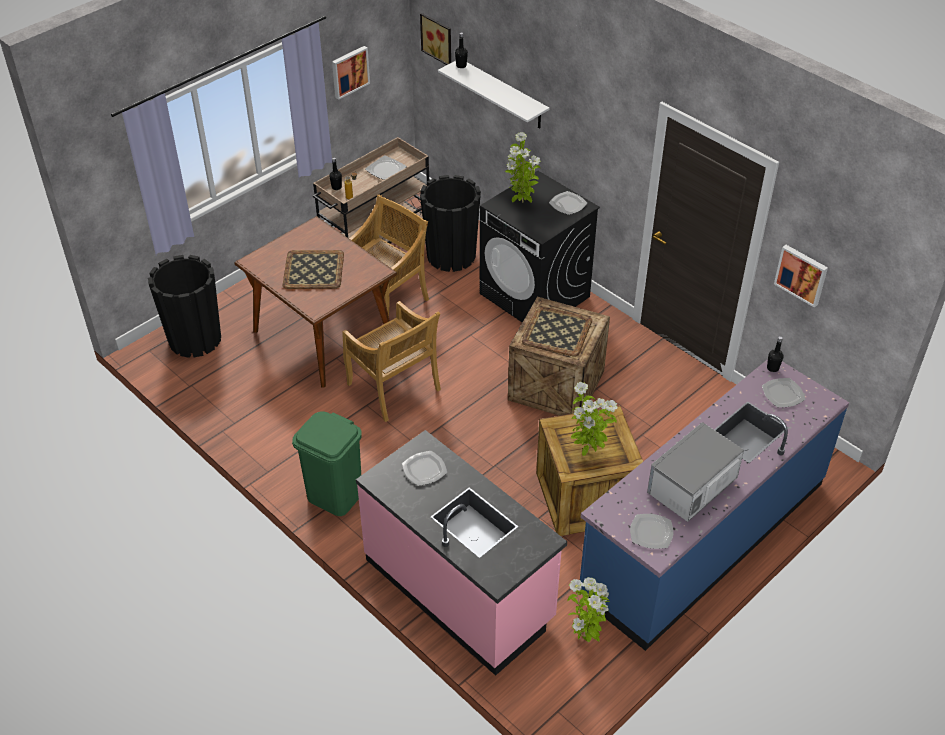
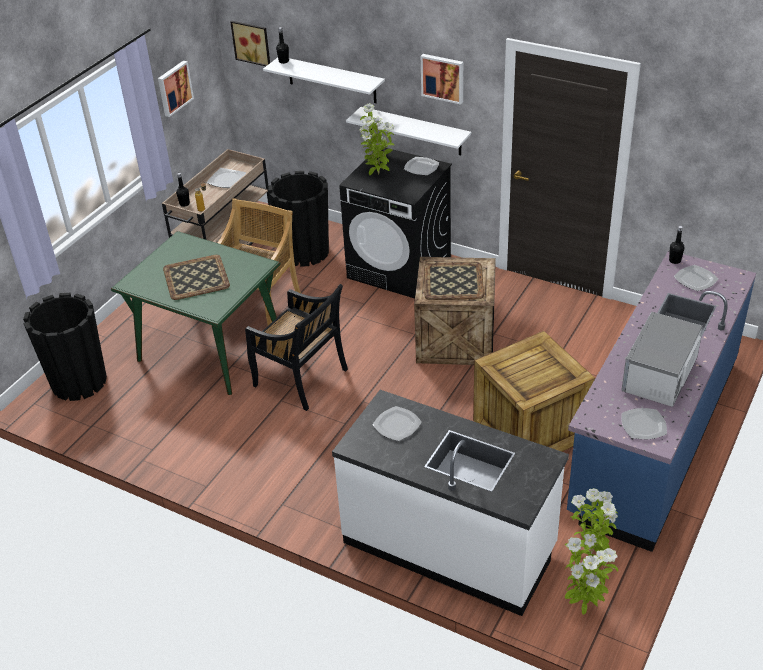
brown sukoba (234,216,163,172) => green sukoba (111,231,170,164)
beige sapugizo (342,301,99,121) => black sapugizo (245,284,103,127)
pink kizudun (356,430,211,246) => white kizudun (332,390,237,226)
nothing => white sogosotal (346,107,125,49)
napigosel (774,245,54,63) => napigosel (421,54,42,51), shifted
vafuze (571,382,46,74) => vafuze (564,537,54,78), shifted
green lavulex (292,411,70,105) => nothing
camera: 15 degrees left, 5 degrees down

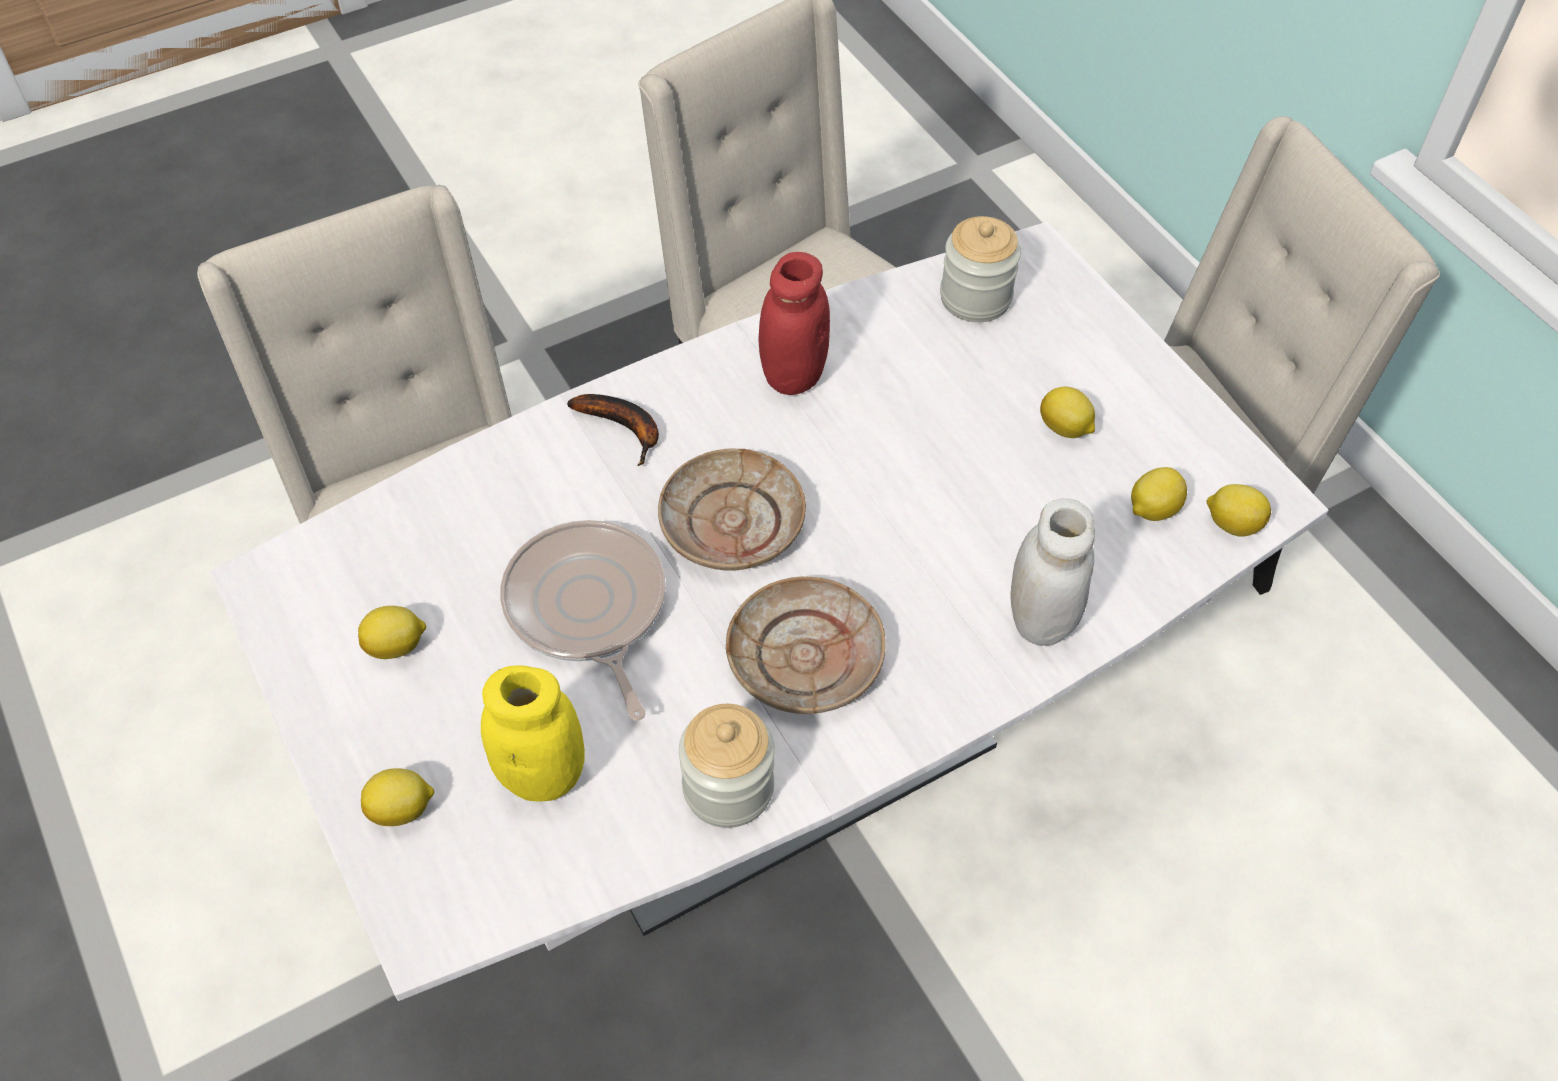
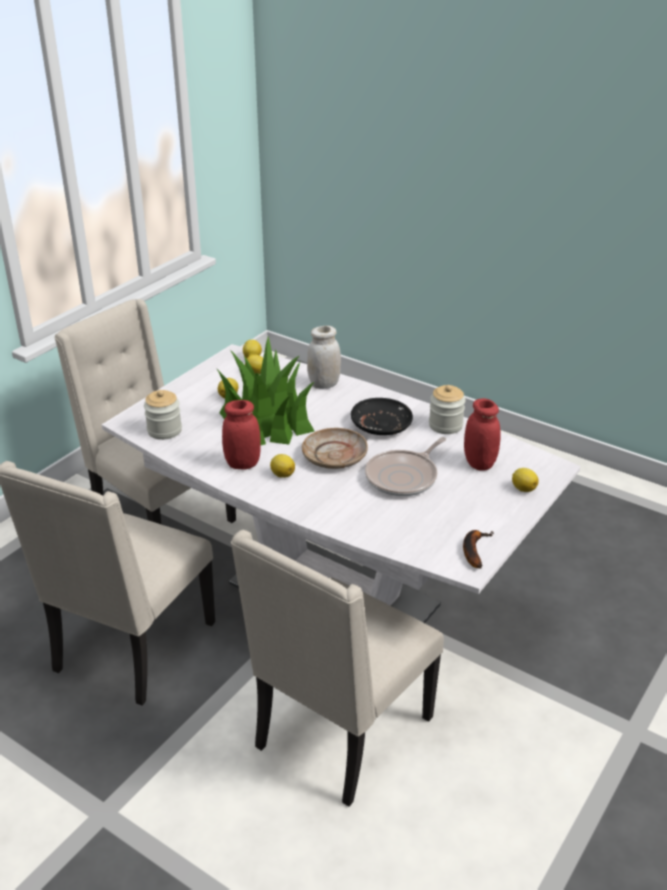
nothing => vafuze (216,336,99,109)
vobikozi (358,606,68,53) => vobikozi (270,454,25,24), shifted
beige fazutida (726,577,160,137) => black fazutida (351,398,62,37)
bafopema (567,394,92,72) => bafopema (463,530,30,38), shifted
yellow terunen (481,665,104,137) => red terunen (464,398,37,73)
camera: 115 degrees left, 20 degrees down

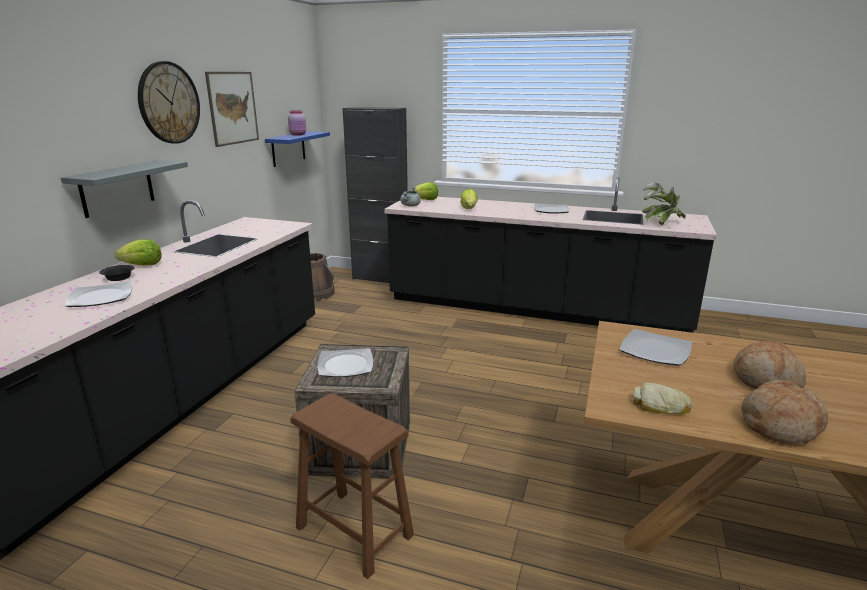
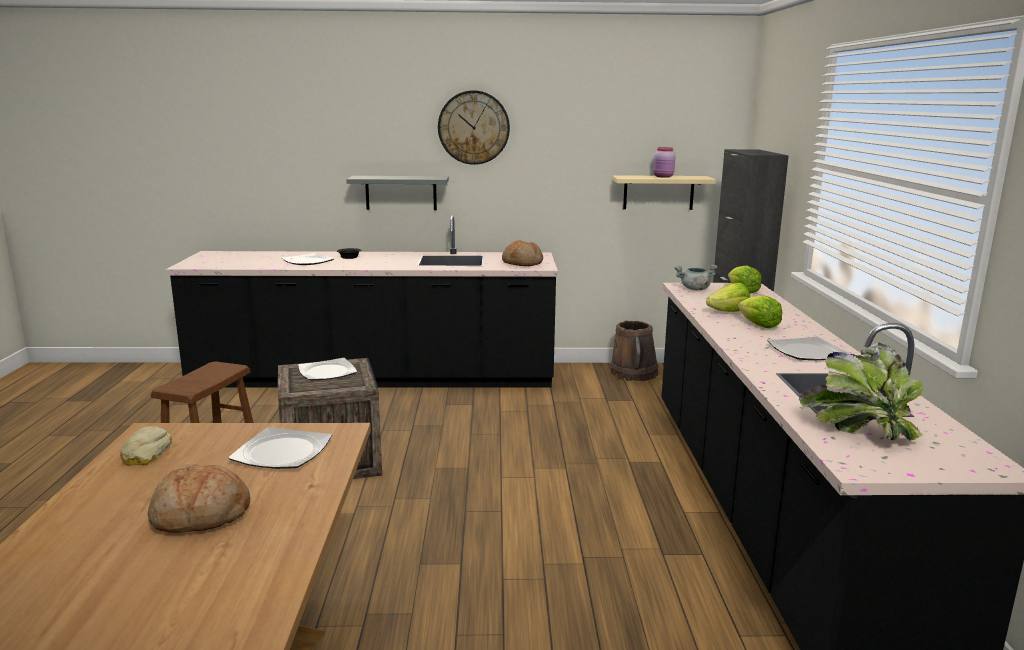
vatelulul (741,380,87,64) => vatelulul (502,240,41,26), shifted
blue sogosotal (265,131,65,36) => beige sogosotal (612,175,104,35)
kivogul (114,239,48,26) => kivogul (738,295,44,33), shifted
napigosel (205,72,54,75) => nothing
camera: 70 degrees right, 5 degrees down

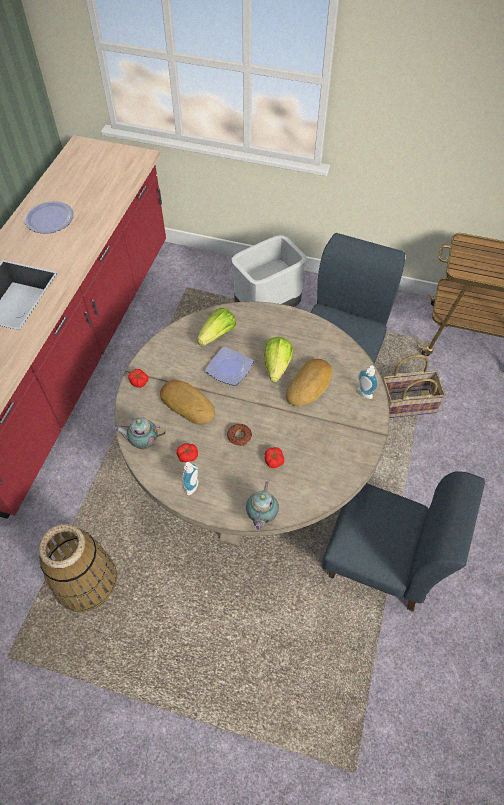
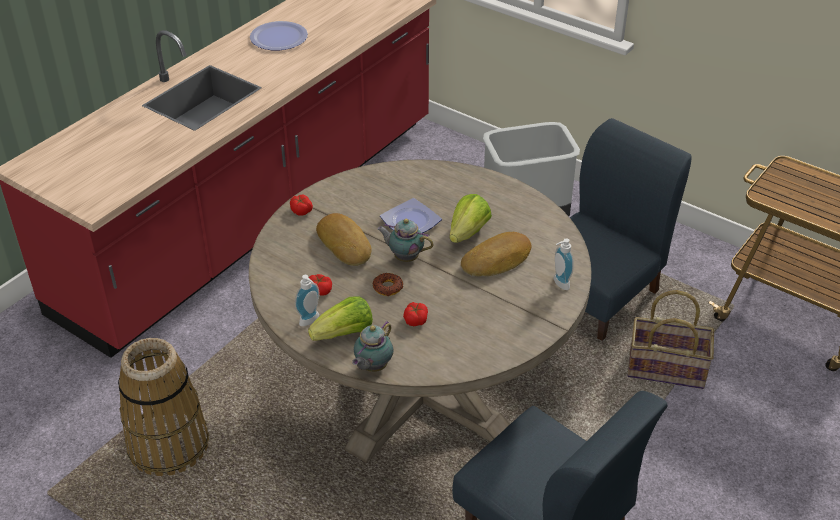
kivogul (197,308,39,38) => kivogul (308,296,65,45), shifted
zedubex (114,417,52,32) => zedubex (377,219,57,43), shifted
camera: 20 degrees right, 15 degrees down

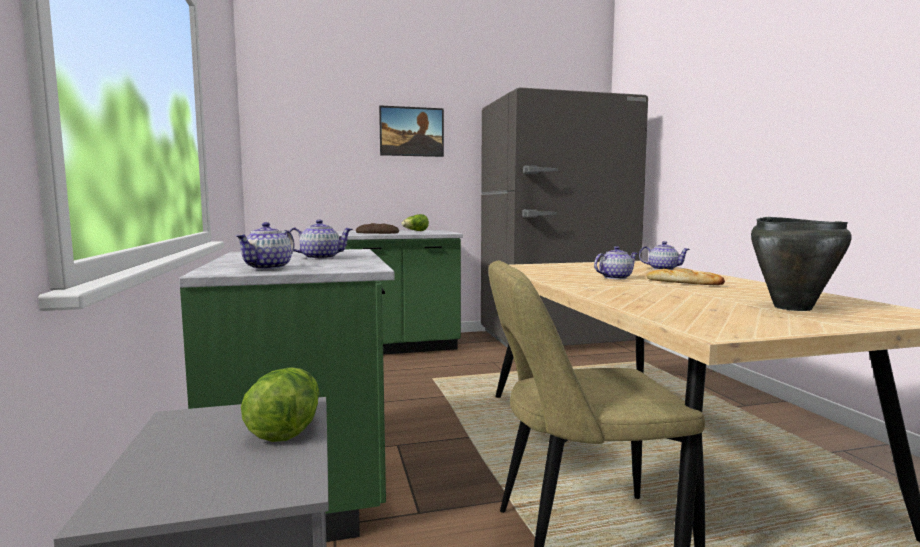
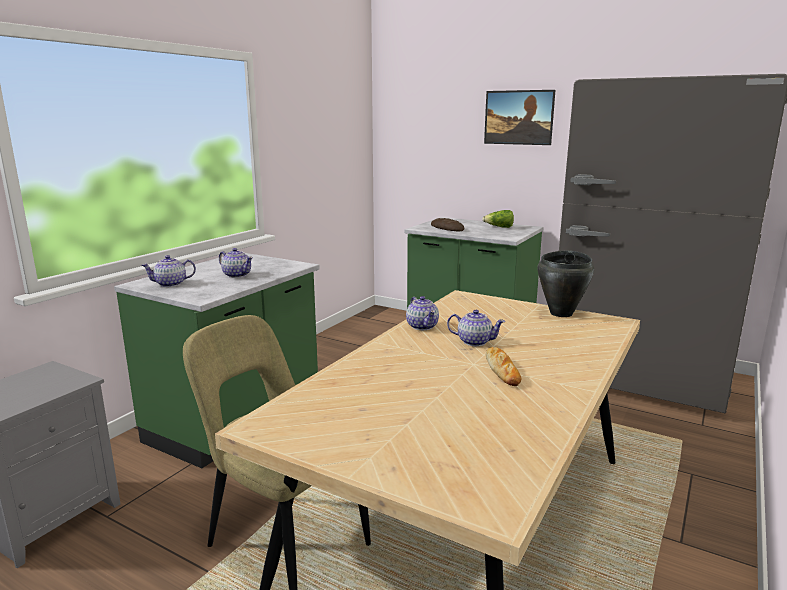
zedubex (639,241,51,29) => zedubex (406,296,33,34), shifted
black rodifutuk (751,217,101,94) => black rodifutuk (537,251,57,66), shifted
kivogul (241,367,78,75) => nothing
camera: 45 degrees right, 10 degrees up

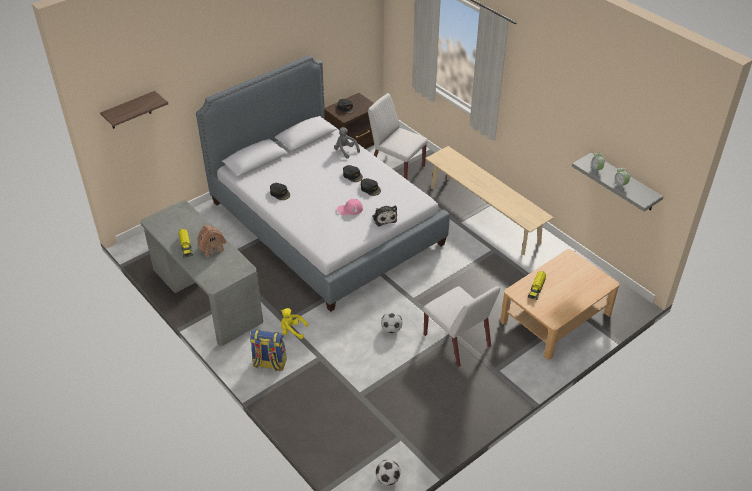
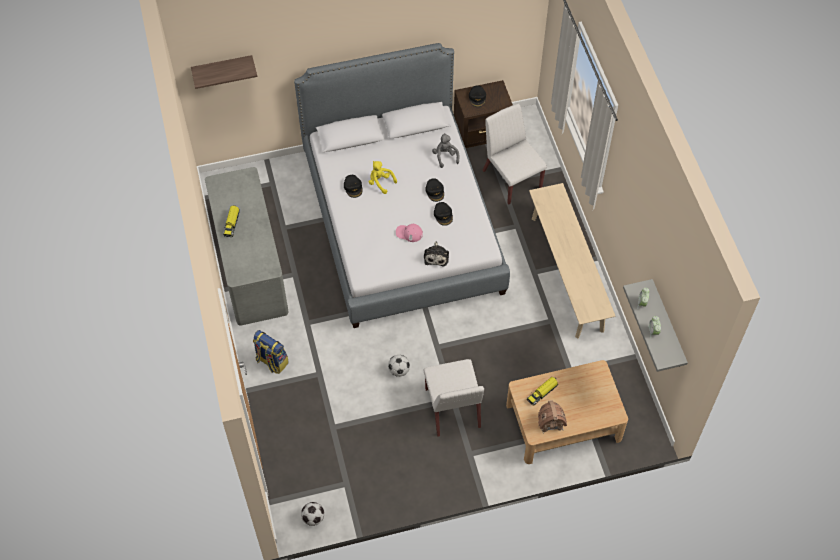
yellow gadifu (281,308,27,31) => yellow gadifu (369,161,28,33), shifted
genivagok (197,225,30,33) => genivagok (538,400,29,33), shifted
camera: 25 degrees right, 15 degrees up

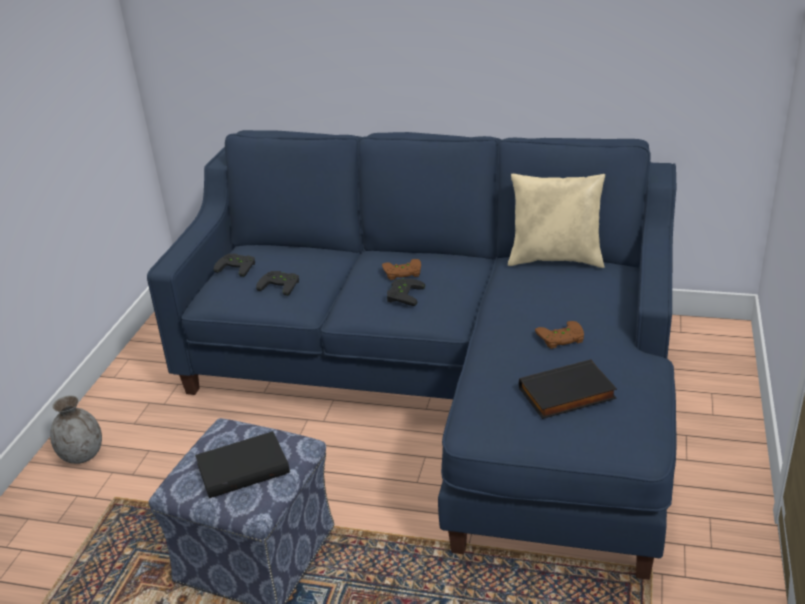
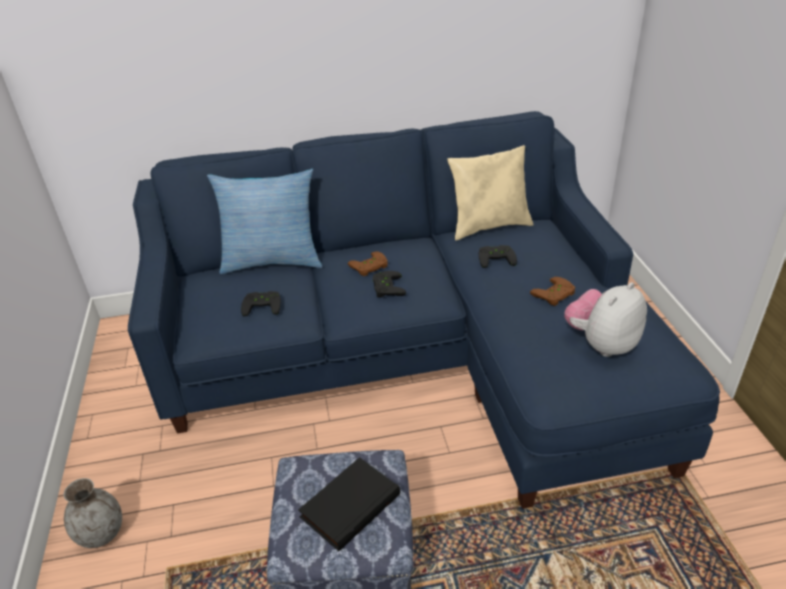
nothing => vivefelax (207,169,115,105)
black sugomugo (214,254,41,23) => black sugomugo (479,245,38,23), shifted
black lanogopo (519,359,98,60) => gadifu (564,282,83,75)
camera: 25 degrees left, 5 degrees up

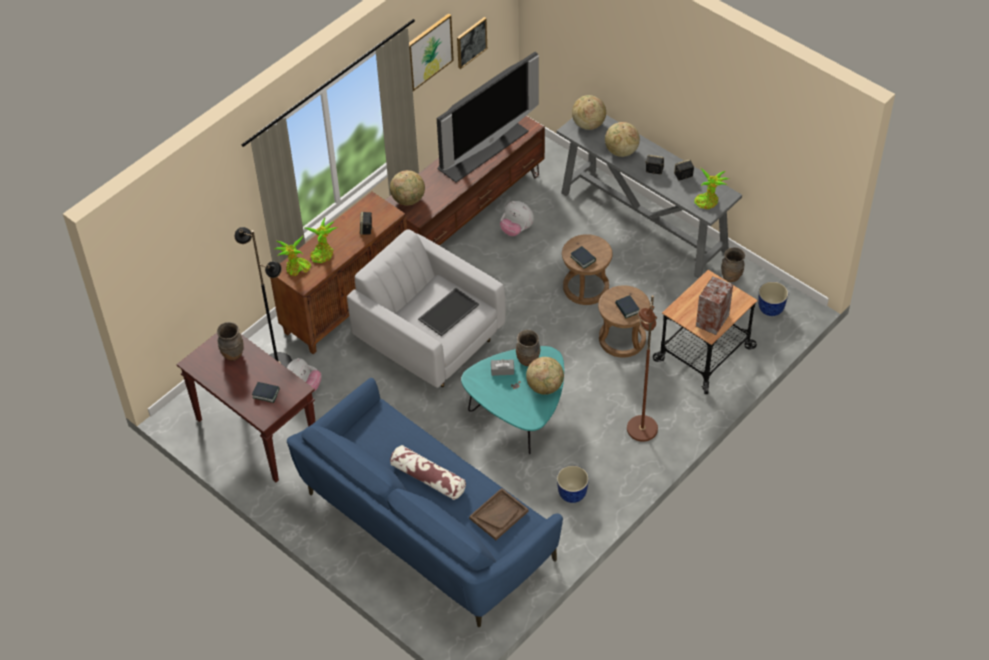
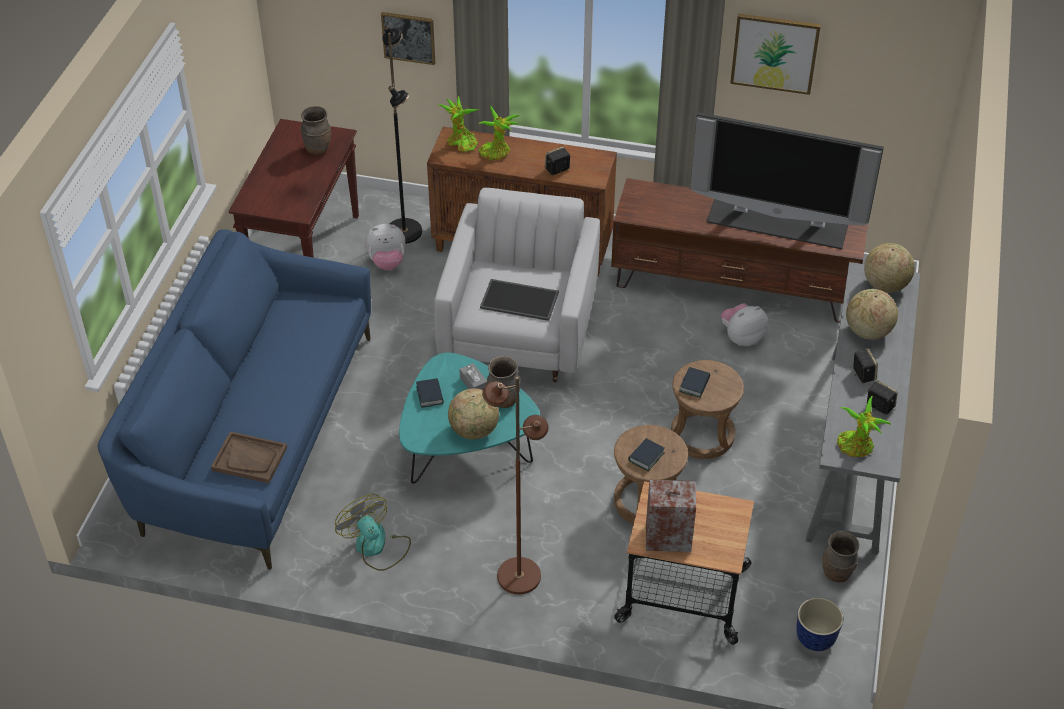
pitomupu (557,466,32,37) => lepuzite (335,494,76,77)
napigosel (457,17,30,52) => napigosel (381,12,54,53), shifted
lanogopo (252,382,27,21) => lanogopo (416,378,28,30), shifted
gadifu (500,201,34,35) => gadifu (721,303,47,43), 60 degrees clockwise
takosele (390,170,35,35) => nothing
vivefelax (390,445,76,55) => nothing
camera: 60 degrees right, 5 degrees down

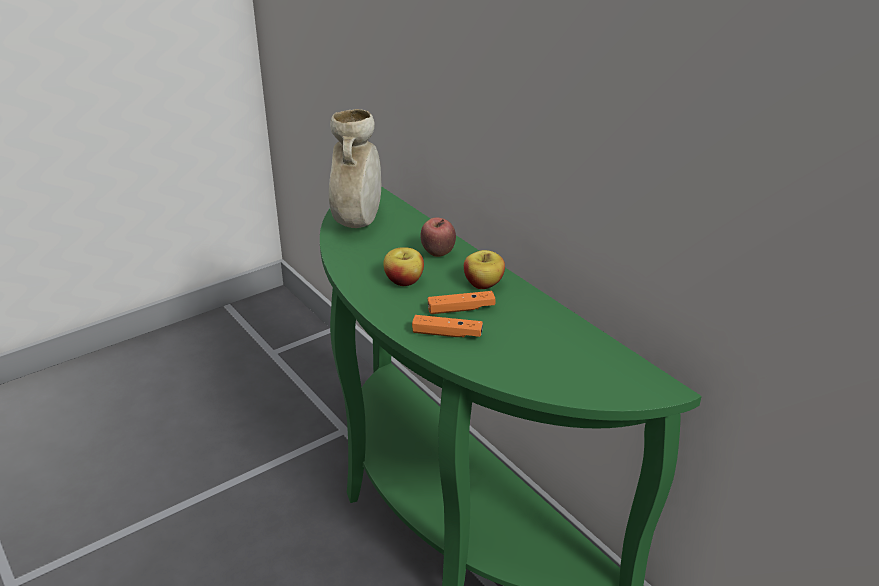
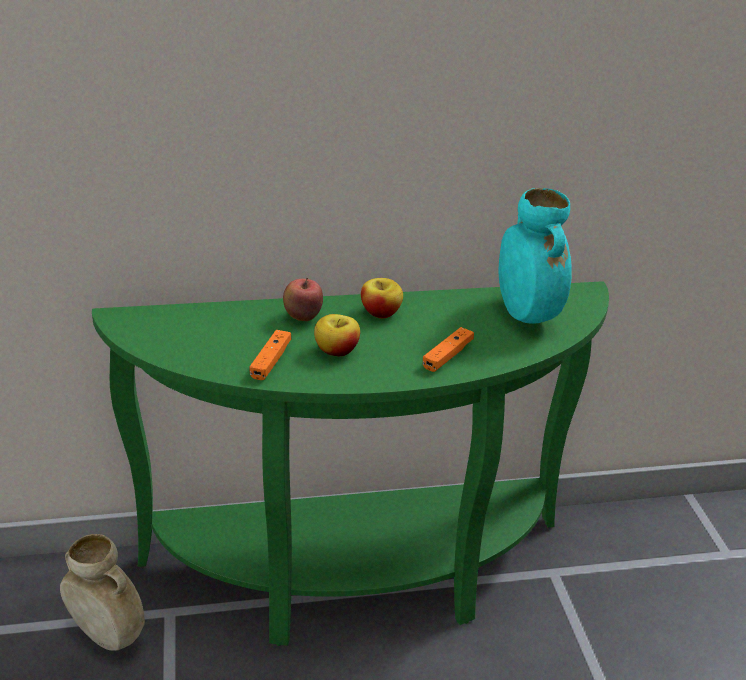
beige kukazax (329,109,52,119) => beige kukazax (60,534,85,117), shifted
orange sugomugo (428,291,67,23) => orange sugomugo (249,330,42,50), shifted
nothing => turquoise kukazax (499,188,73,136)
camera: 65 degrees left, 0 degrees up

